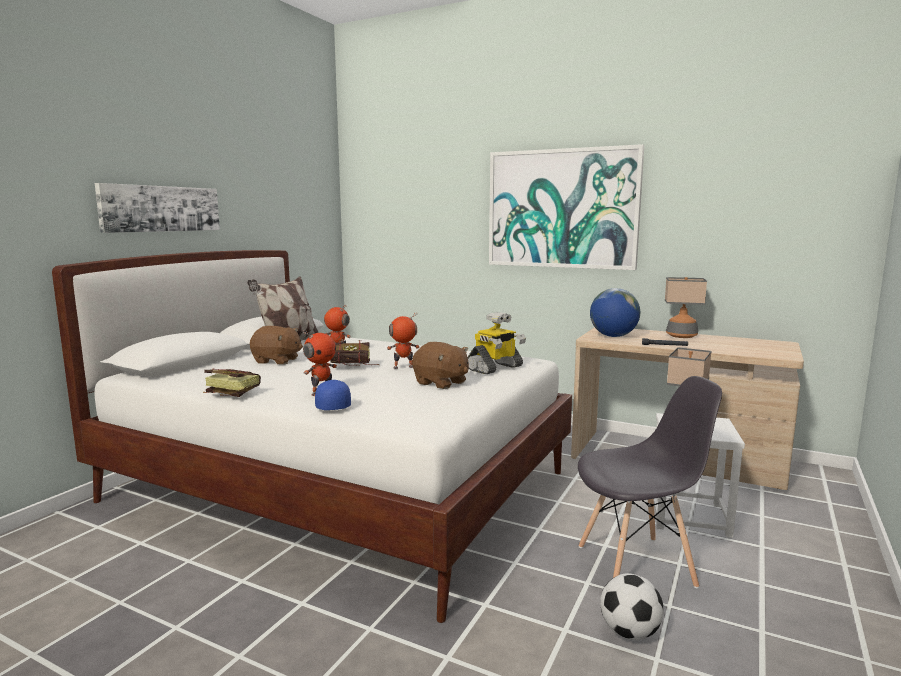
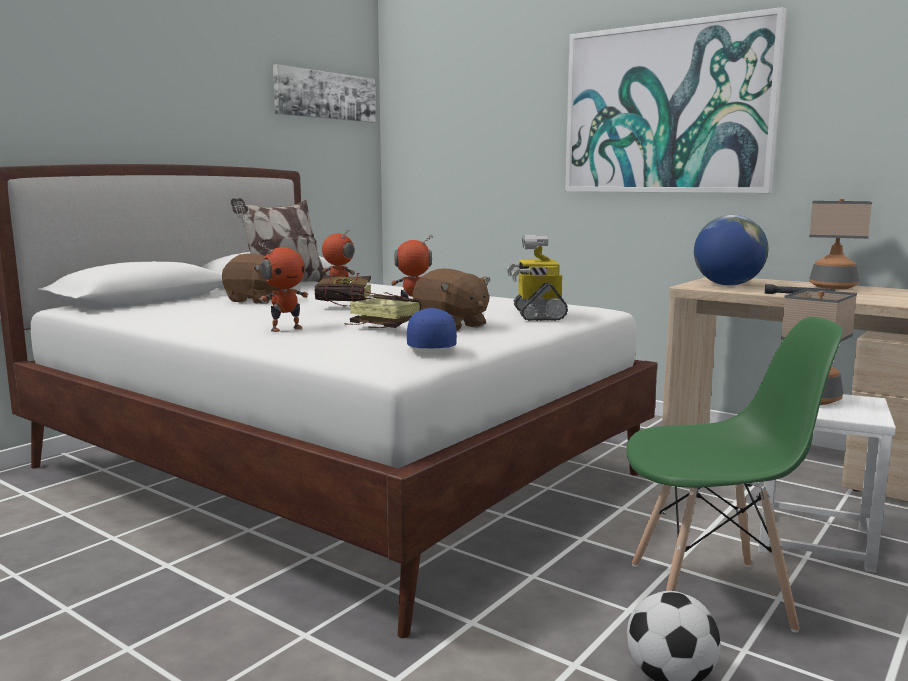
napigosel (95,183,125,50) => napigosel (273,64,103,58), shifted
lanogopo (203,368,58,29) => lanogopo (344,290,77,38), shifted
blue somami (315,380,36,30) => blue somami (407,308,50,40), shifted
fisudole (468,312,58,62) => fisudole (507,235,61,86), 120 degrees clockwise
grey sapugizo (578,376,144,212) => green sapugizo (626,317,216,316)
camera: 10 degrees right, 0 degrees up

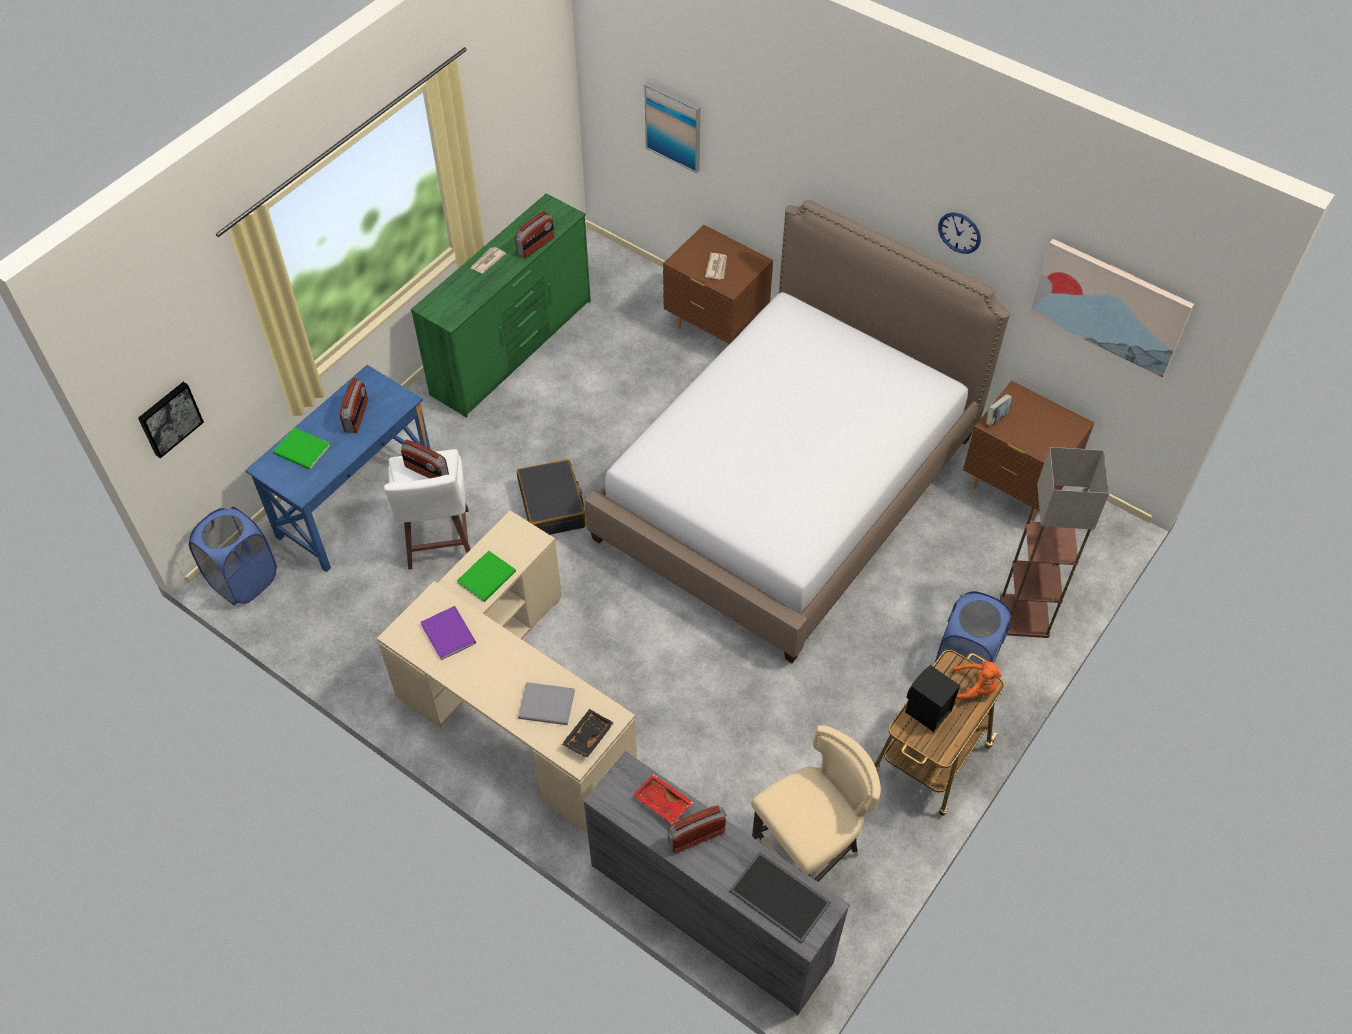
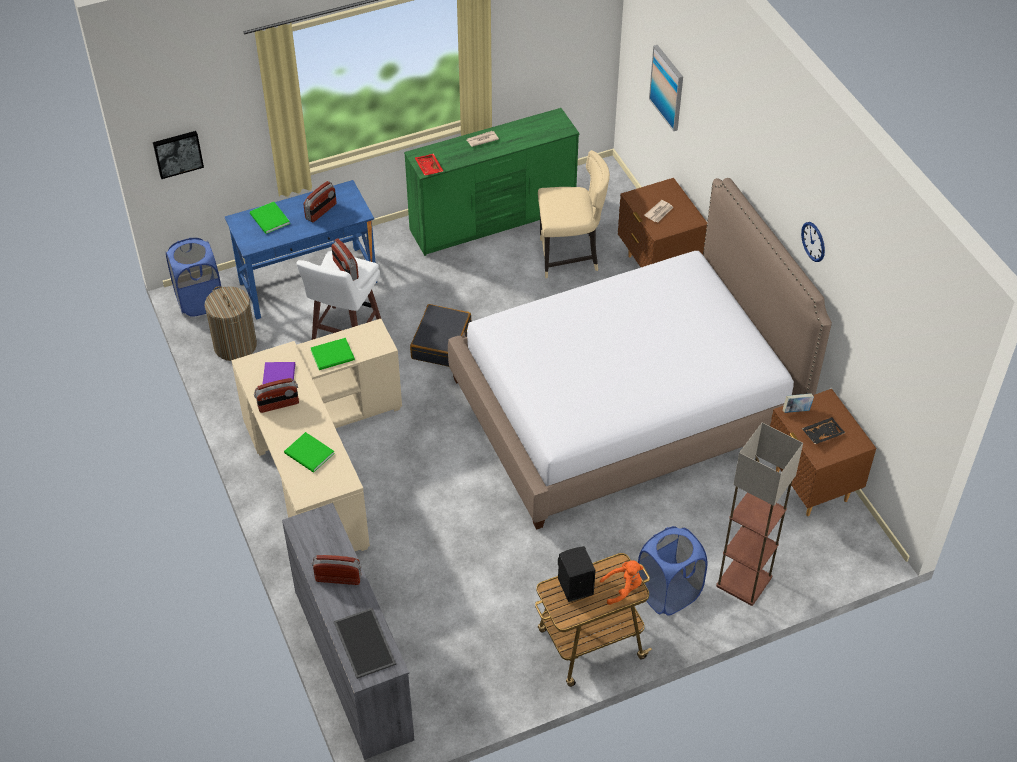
nothing => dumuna (205,286,52,75)
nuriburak (515,210,39,48) => nuriburak (254,378,45,35), shifted
grey lanogopo (518,682,57,43) => green lanogopo (284,432,51,41)
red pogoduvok (633,774,60,50) => red pogoduvok (414,154,29,21), shifted
beige sapugizo (751,725,130,157) => beige sapugizo (538,150,72,128), shifted
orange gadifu (953,661,49,38) => orange gadifu (600,560,43,45), 60 degrees counterclockwise
black pogoduvok (562,709,52,50) => black pogoduvok (802,417,43,27), shifted
napigosel (1030,239,164,139) => nothing
camera: 30 degrees right, 5 degrees down

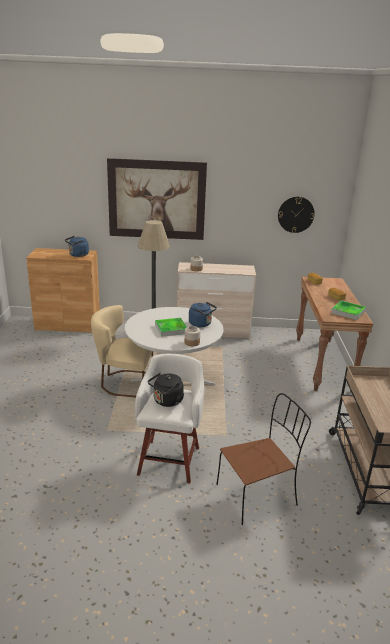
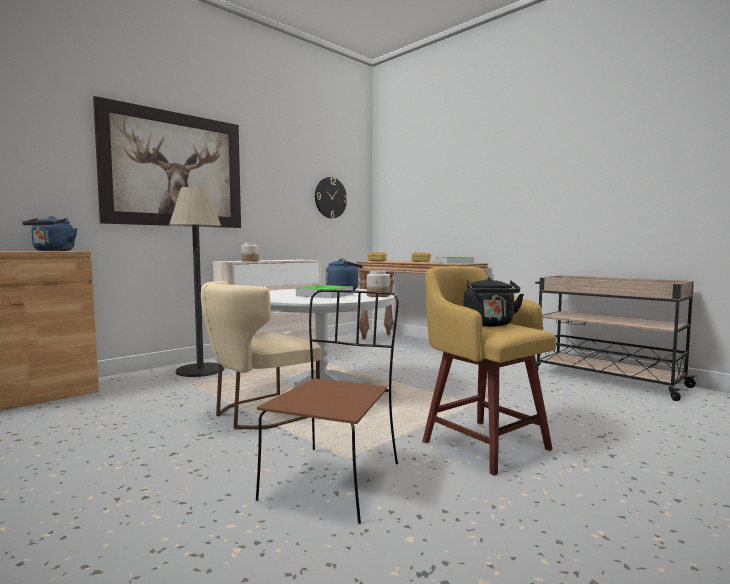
brown sapugizo (216,393,95,132) => brown sapugizo (256,290,143,234), shifted
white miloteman (135,354,69,129) => yellow miloteman (423,266,133,210)
camera: 45 degrees left, 20 degrees down

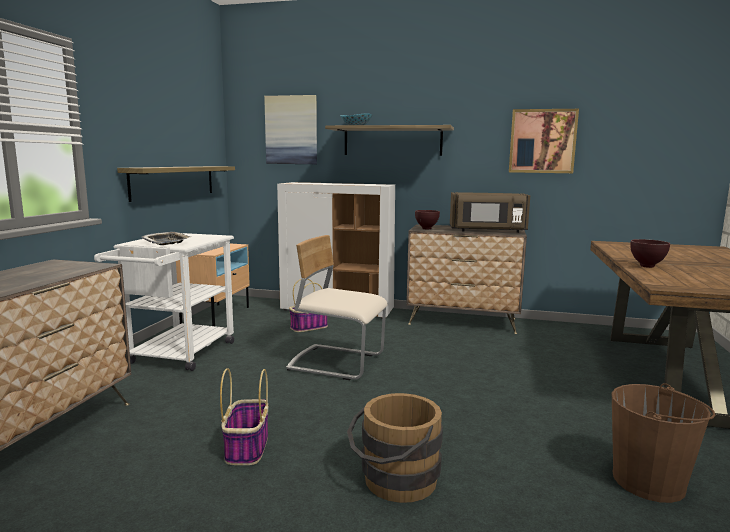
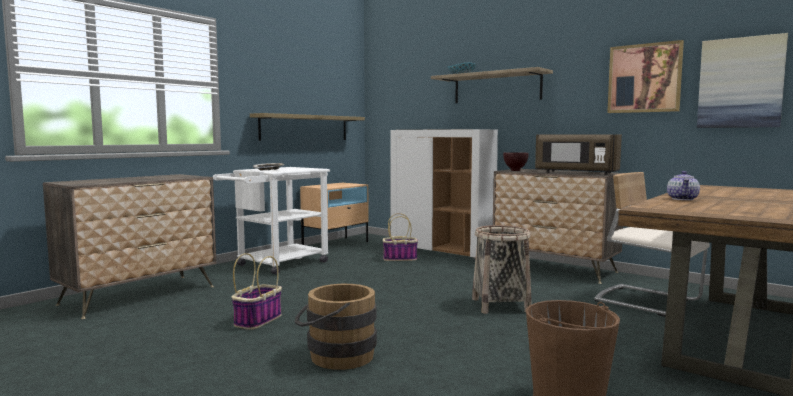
nothing => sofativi (472,225,60,89)
beige sapugizo (286,235,102,145) => beige sapugizo (594,172,116,145), shifted
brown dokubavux (630,239,40,29) => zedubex (667,171,33,29)
napigosel (264,95,53,69) => napigosel (697,33,91,95), shifted
camera: 25 degrees right, 5 degrees down

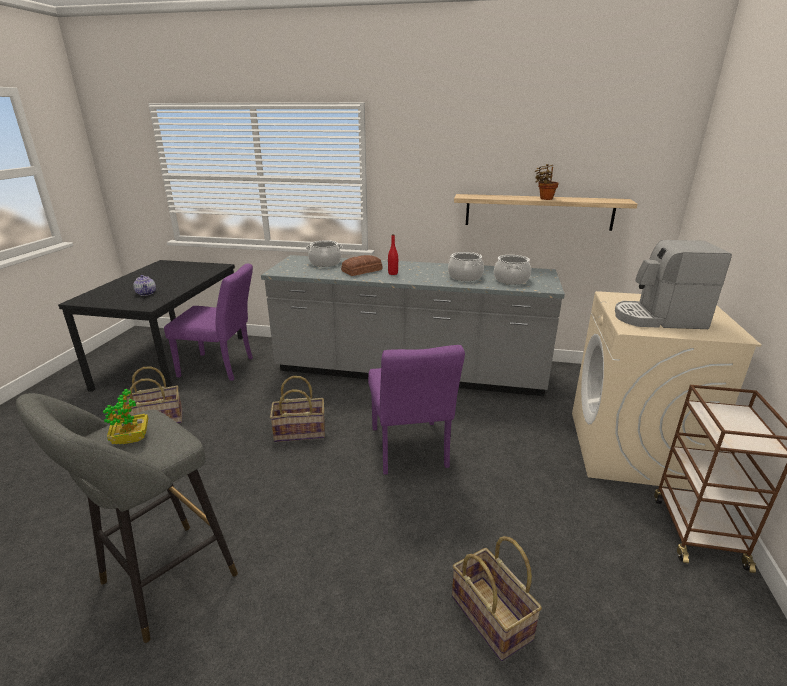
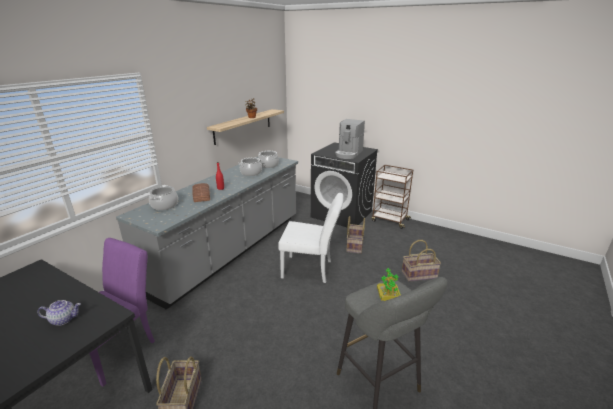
purple sapugizo (368,345,97,129) => white sapugizo (278,193,66,90)
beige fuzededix (572,291,190,199) => black fuzededix (311,142,67,85)
sofativi (270,376,55,66) => sofativi (346,216,19,38), shifted
camera: 70 degrees left, 0 degrees up

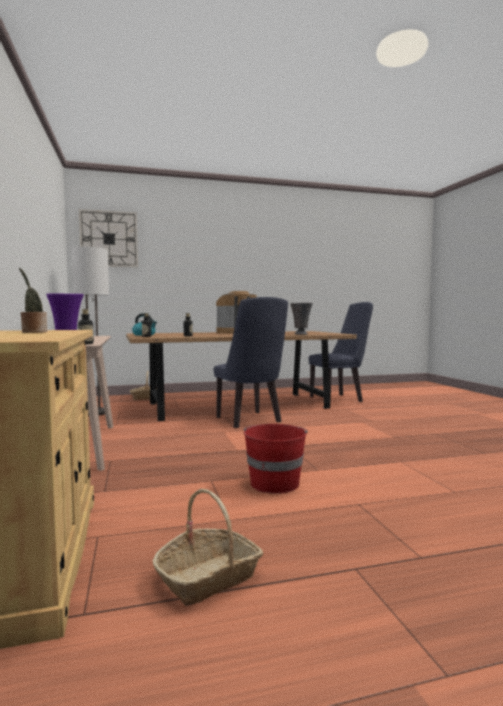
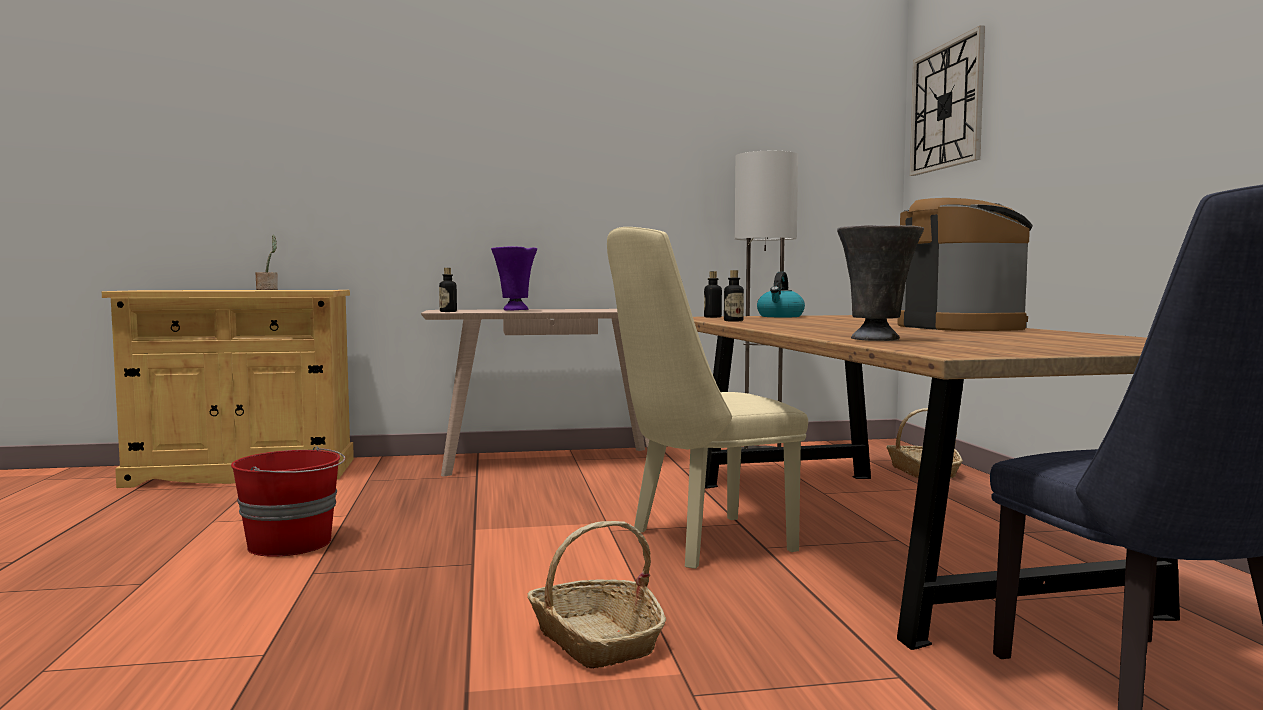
sofativi (153,489,110,117) => sofativi (527,521,139,148), shifted
blue sapugizo (214,297,74,131) => beige sapugizo (607,227,201,342)
camera: 95 degrees right, 0 degrees up

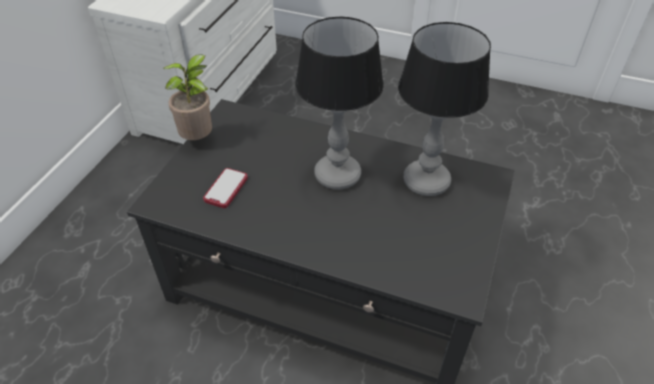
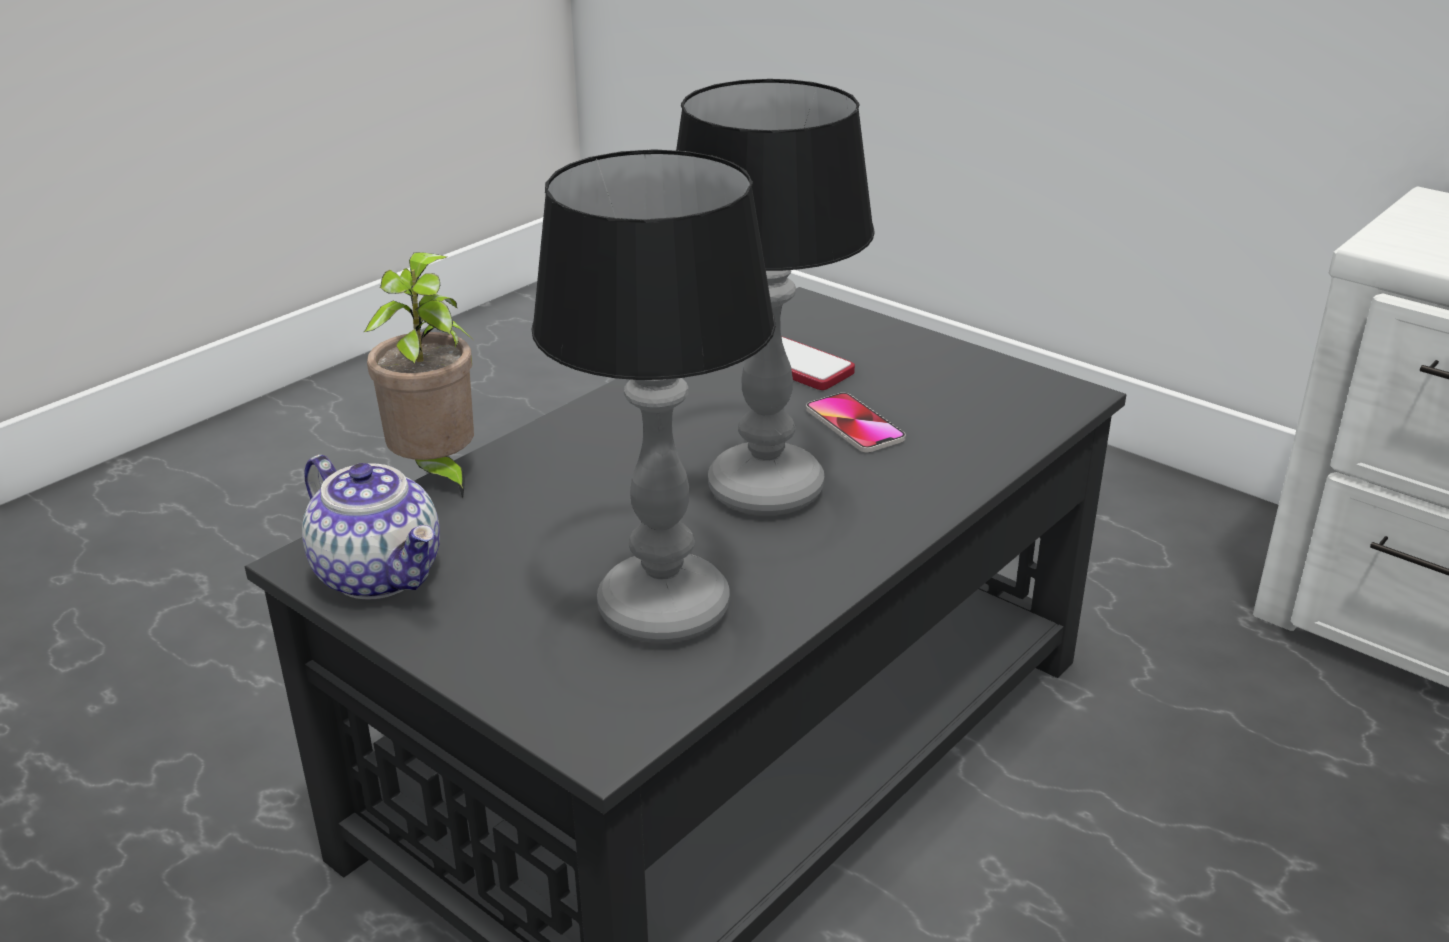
nothing => zedubex (302,455,138,145)
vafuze (163,54,50,86) => vafuze (364,252,110,246), shifted
nothing => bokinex (806,393,100,60)
camera: 110 degrees right, 15 degrees down

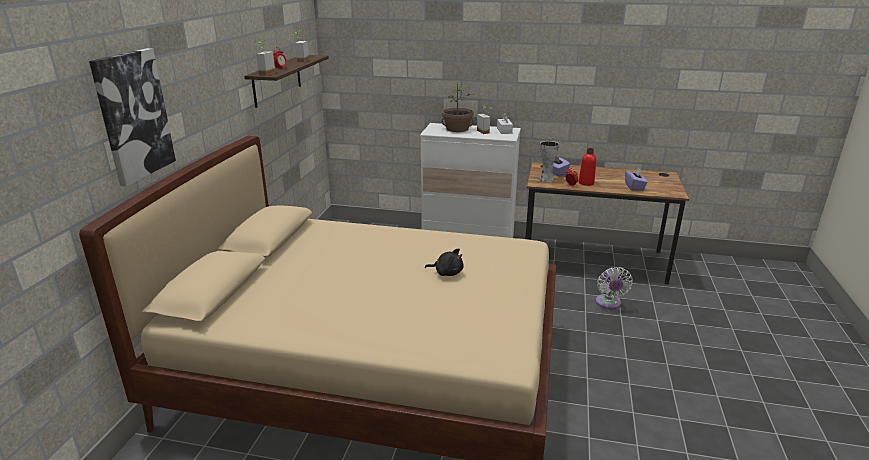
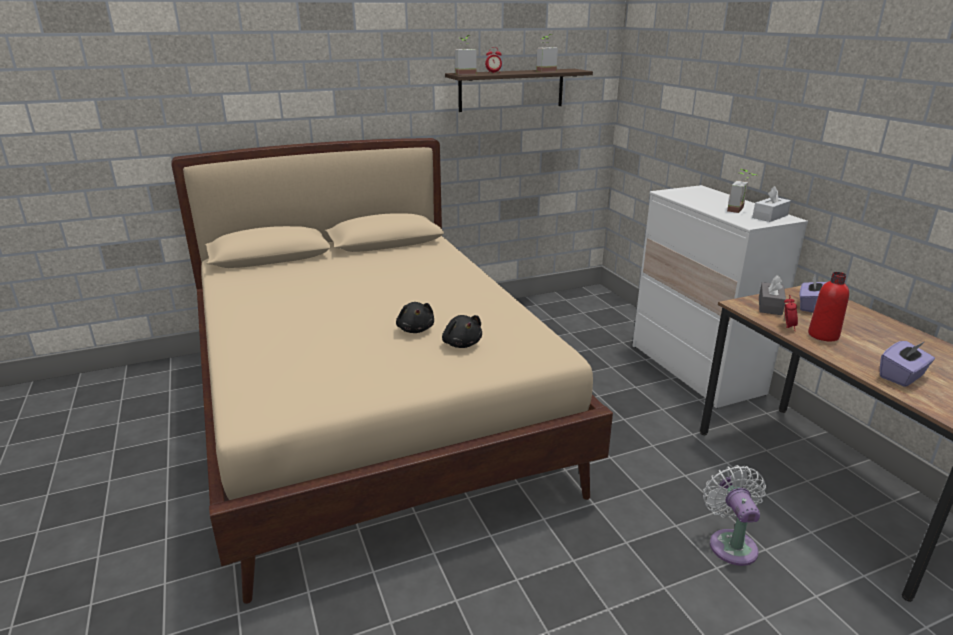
nothing => black gadifu (442,315,40,33)
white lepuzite (595,267,38,42) => white lepuzite (703,465,63,101), 120 degrees clockwise
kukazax (539,141,20,41) => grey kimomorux (759,275,27,40)
napigosel (89,48,87,138) => nothing
vafuze (442,81,32,51) => nothing
camera: 55 degrees right, 0 degrees up

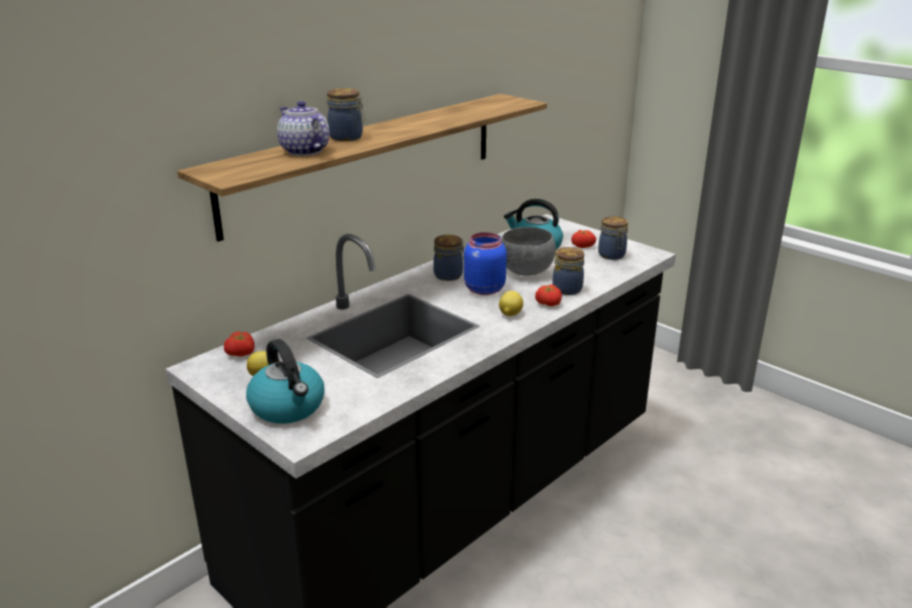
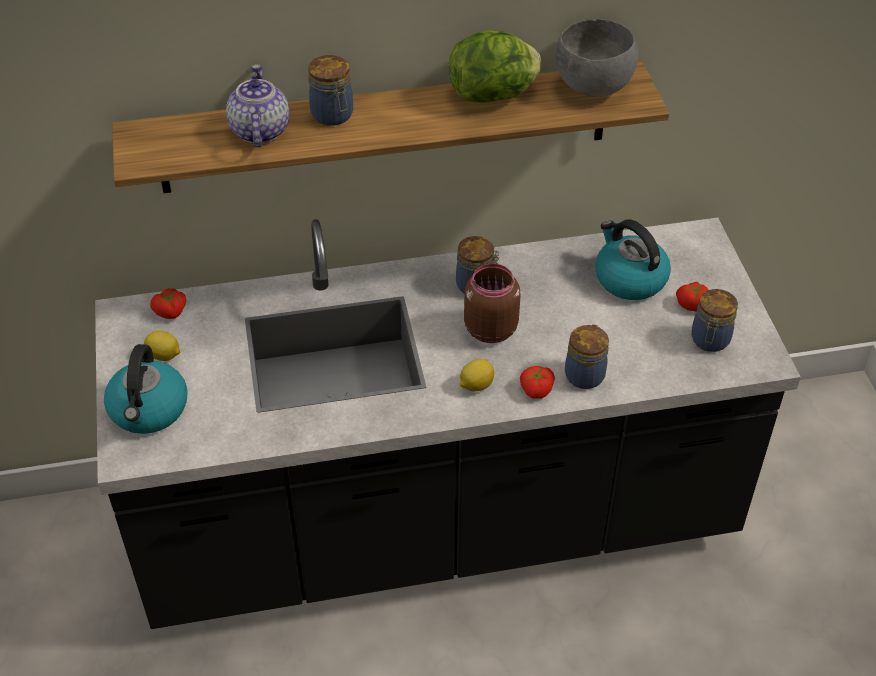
nothing => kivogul (449,30,93,73)
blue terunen (464,232,43,63) => brown terunen (464,264,57,79)
grey dokubavux (501,227,55,49) => grey dokubavux (556,19,82,78), shifted
camera: 35 degrees right, 20 degrees up

